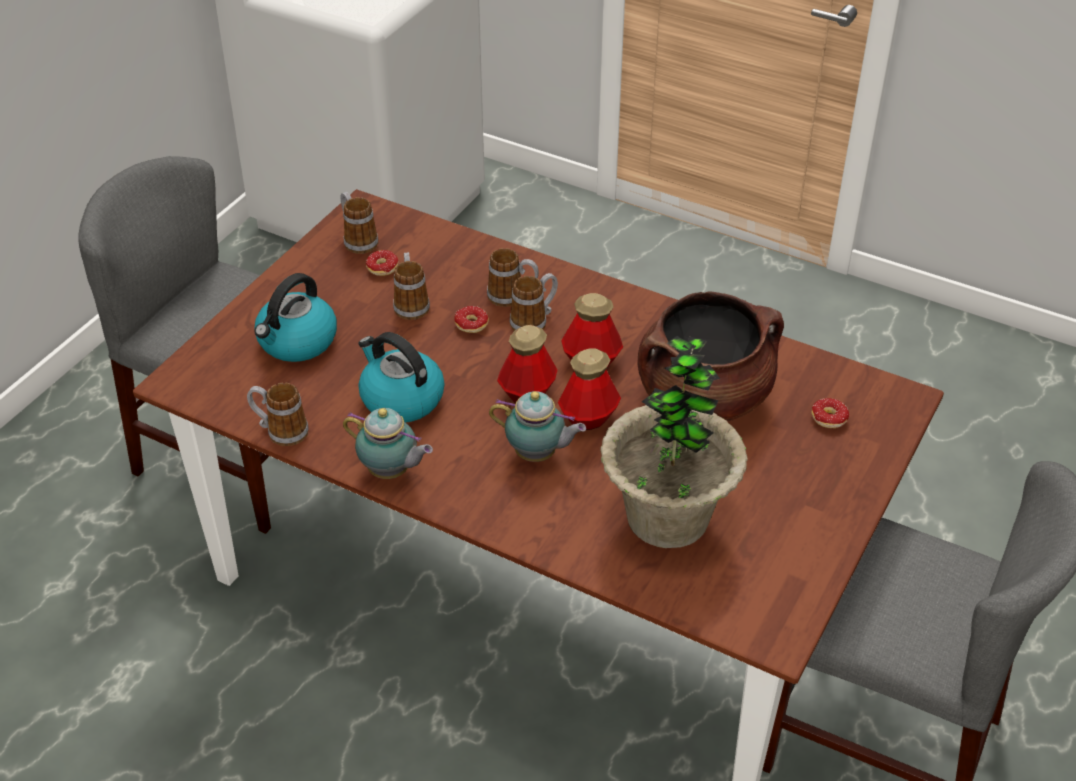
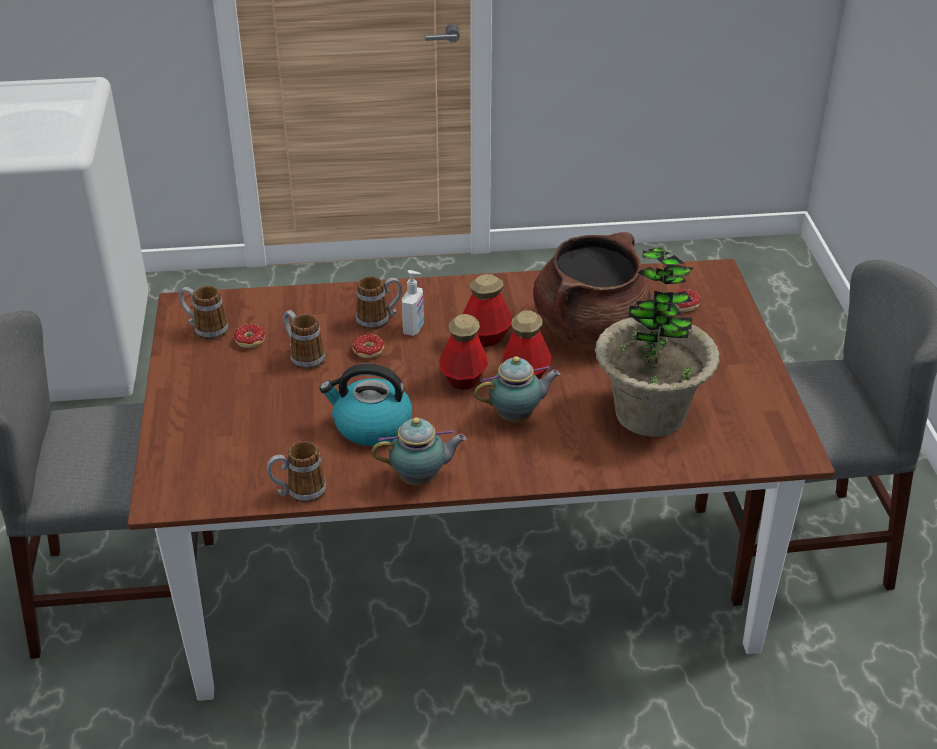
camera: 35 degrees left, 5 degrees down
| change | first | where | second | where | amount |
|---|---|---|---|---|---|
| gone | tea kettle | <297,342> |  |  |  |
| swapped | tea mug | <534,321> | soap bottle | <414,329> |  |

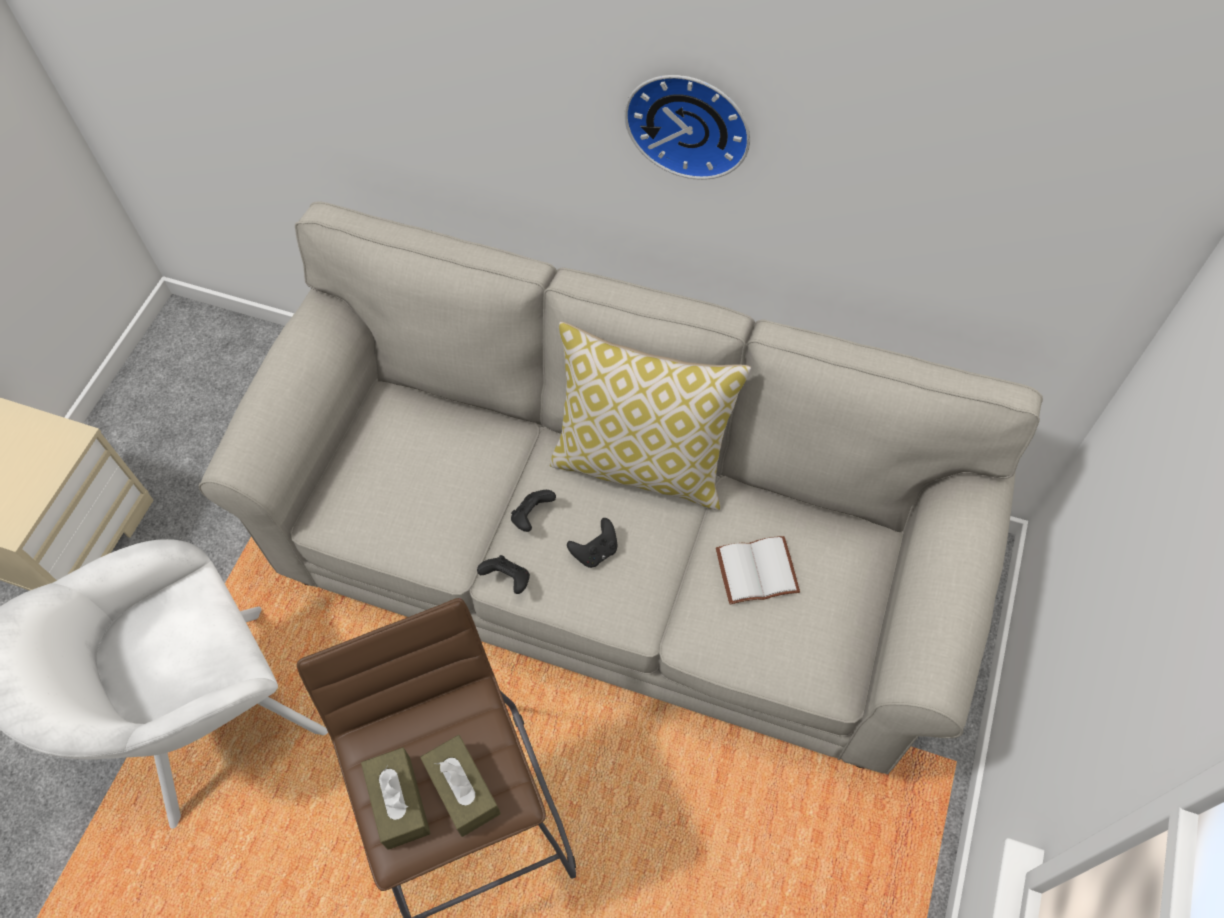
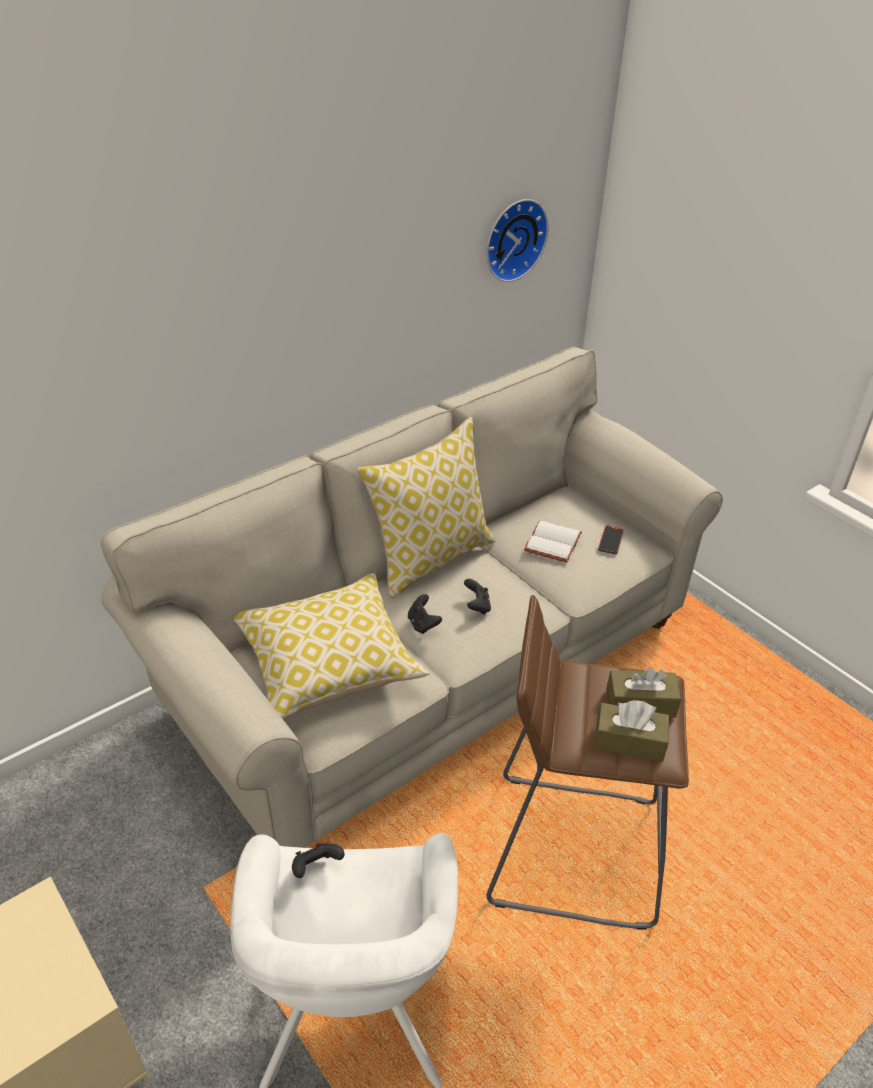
camera: 60 degrees left, 20 degrees down
| change | first | where | second | where | amount |
|---|---|---|---|---|---|
| shifted | clock on the wall | <690,121> |  | <513,239> |  |
| shifted | game controller/blackish | <508,580> |  | <316,867> |  |
| new |  |  | telephone | <610,541> |  |
| new |  |  | throw pillow | <328,662> |  |

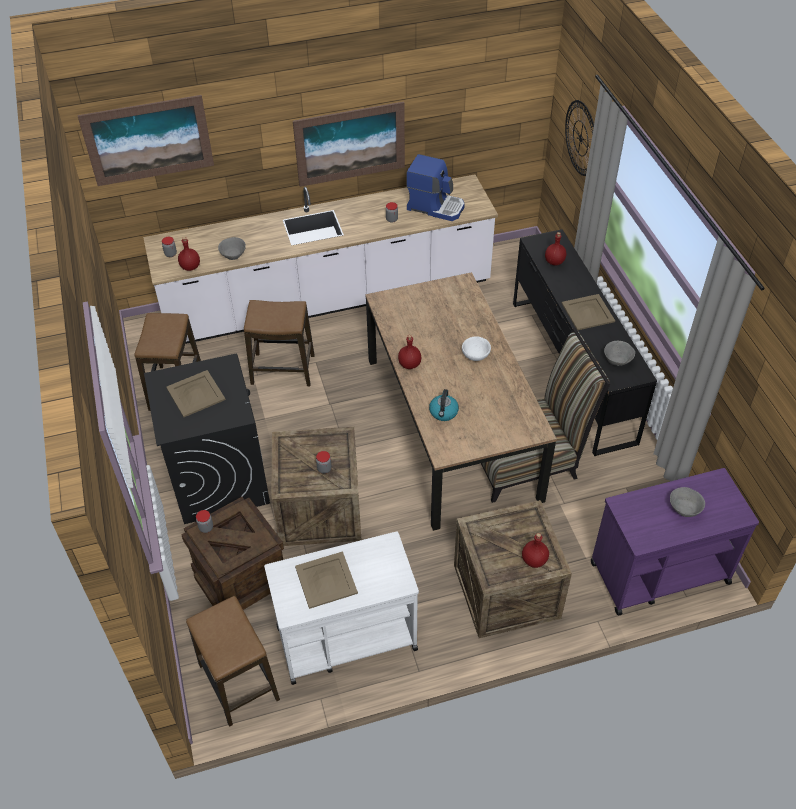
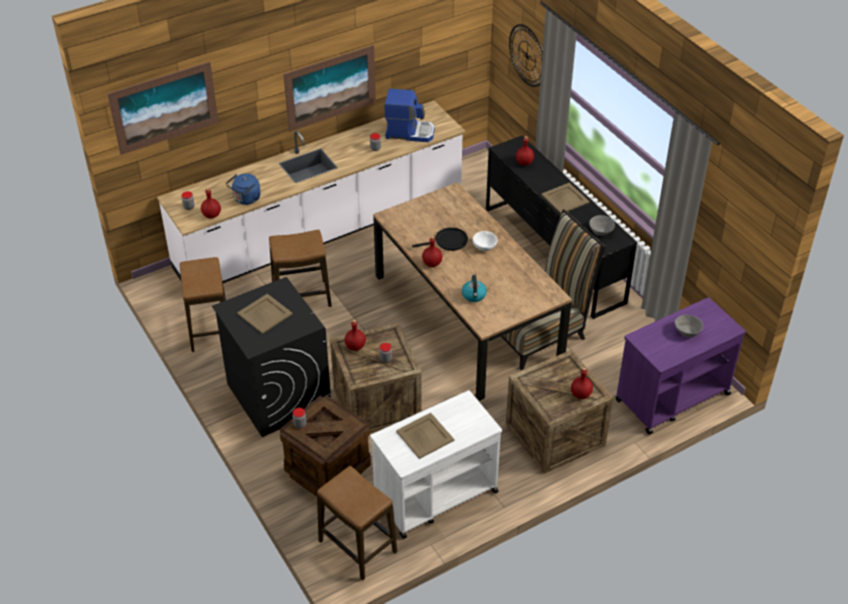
camera: 15 degrees left, 5 degrees down
| change | first | where | second | where | amount |
|---|---|---|---|---|---|
| swapped | deep dish/grey | <233,255> | tea kettle/blue | <246,199> |  |
| new |  |  | frying pan/blackish | <448,241> |  |
| new |  |  | beverage bottle/red | <355,346> |  |

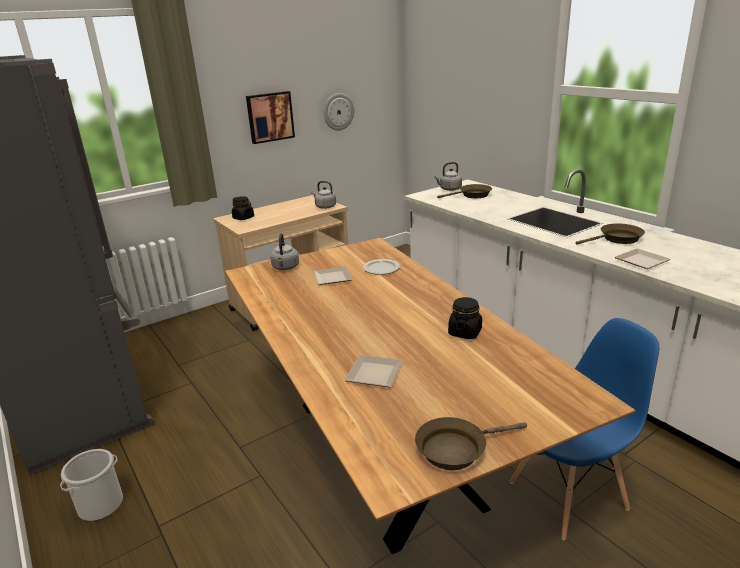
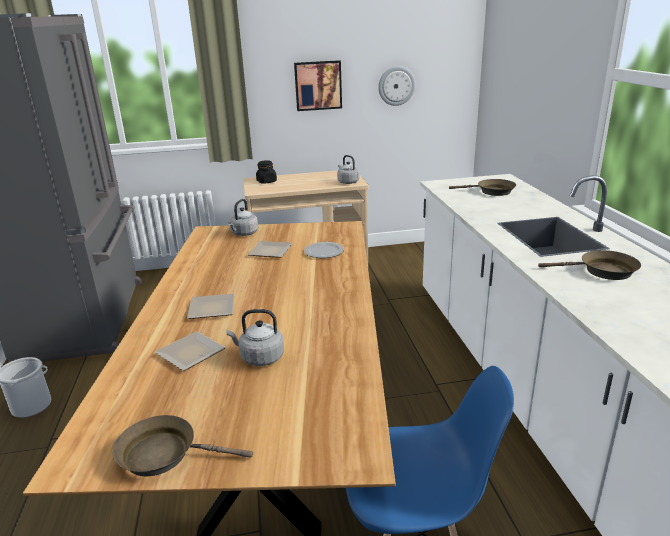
camera: 25 degrees right, 0 degrees up
| change | first | where | second | where | amount |
|---|---|---|---|---|---|
| shifted | tea kettle/grey | <449,189> |  | <259,358> |  |
| shifted | dinner plate | <643,261> |  | <213,309> |  |
| gone | preserve jar/blackish | <465,332> |  |  |  |

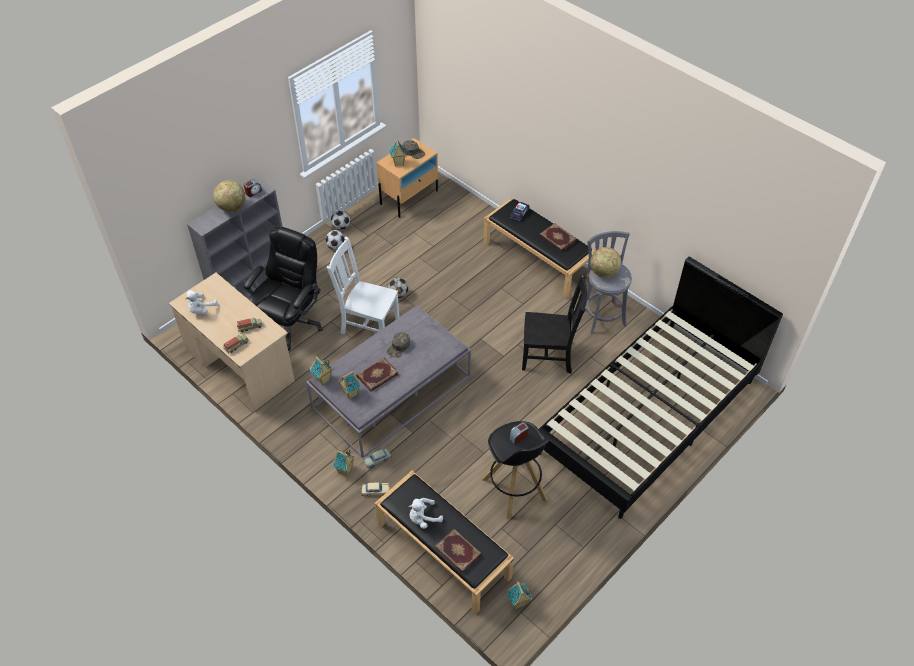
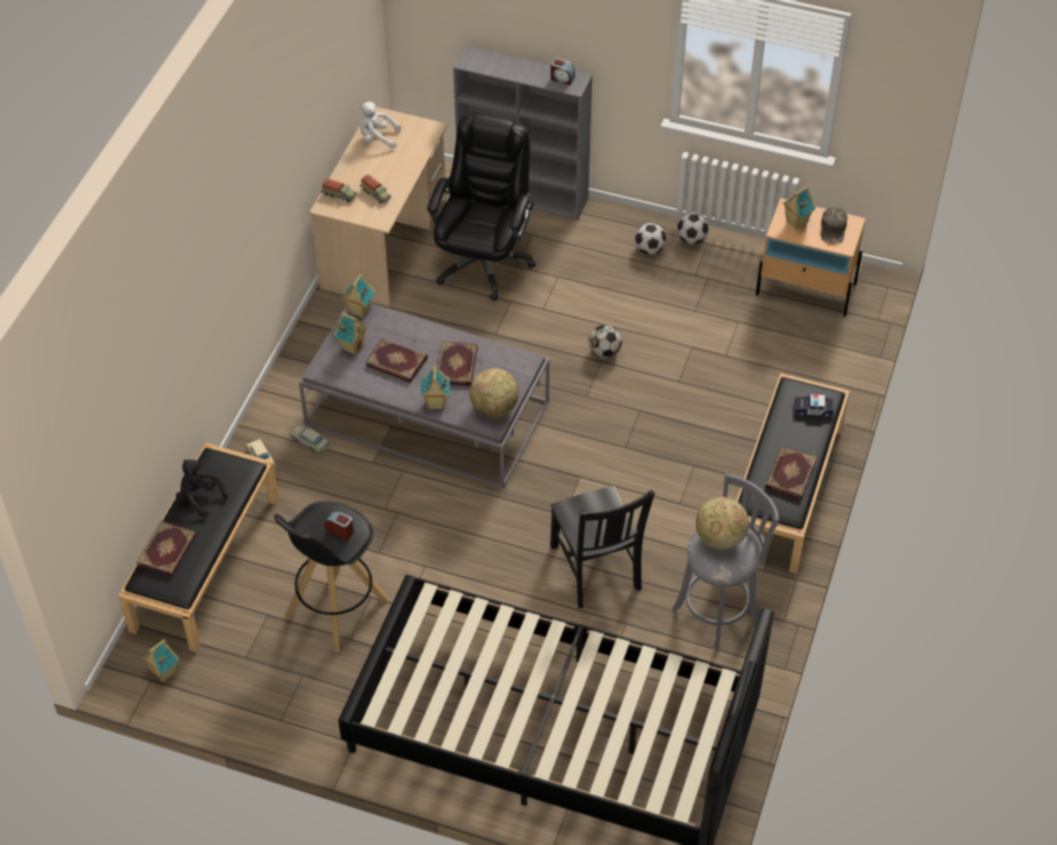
camera: 65 degrees right, 0 degrees up
| change | first | where | second | where | amount |
|---|---|---|---|---|---|
| shifted | desk globe | <232,207> |  | <494,408> |  |
| rotated | computer chair/blackish | <290,322> |  | <484,261> | 75 degrees counterclockwise |
| gone | chair/white | <368,324> |  |  |  |
| swapped | cap/green | <399,347> | volume | <457,365> |  |
| shifted | model house | <345,470> |  | <435,404> |  |
| repainted | plush toy/white | <423,518> | plush toy/blackish | <200,497> |  |

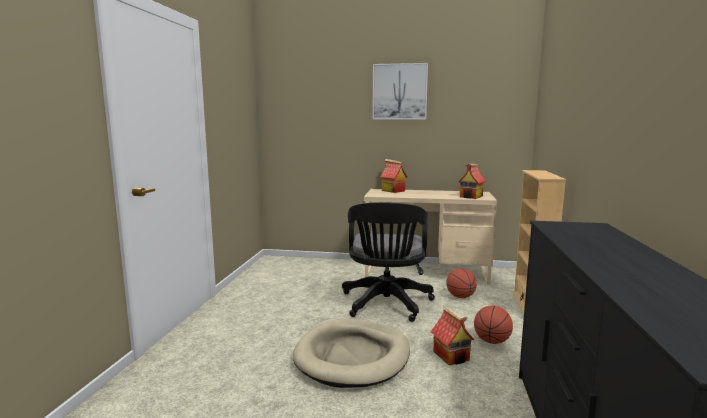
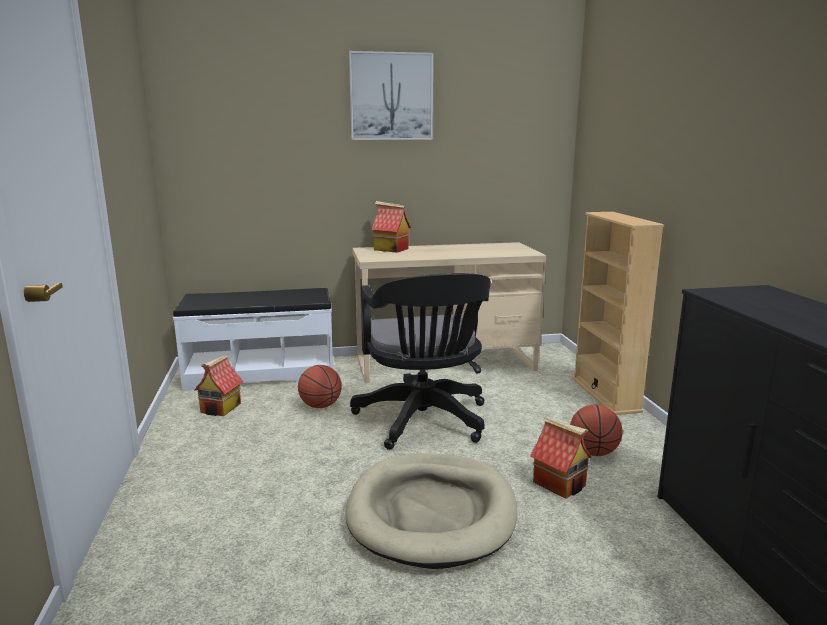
camera: 20 degrees left, 5 degrees up
| change | first | where | second | where | amount |
|---|---|---|---|---|---|
| shifted | model house | <471,196> |  | <221,408> |  |
| shifted | basketball | <460,297> |  | <320,406> |  |
| new |  |  | long seat/white | <261,373> |  |

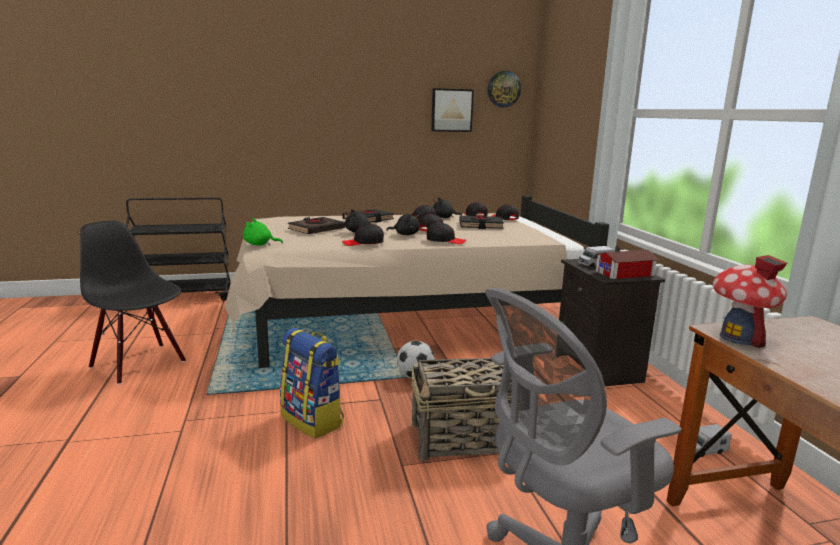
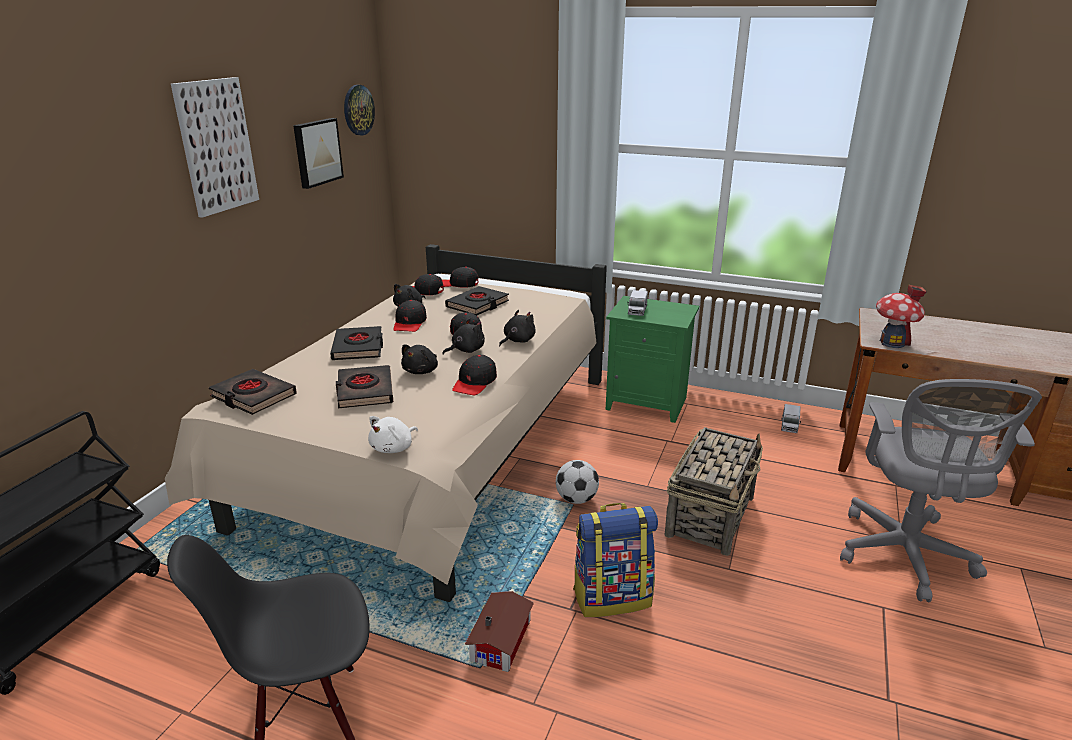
camera: 55 degrees left, 10 degrees up
| change | first | where | second | where | amount |
|---|---|---|---|---|---|
| repainted | plush toy/green | <260,244> | plush toy/white | <393,448> |  |
| swapped | cap/blackish | <445,241> | plush toy/blackish | <517,340> |  |
| shifted | model house | <626,273> |  | <503,639> |  |
| repainted | bedside table/blackish | <600,368> | bedside table/green | <648,403> |  |
| new |  |  | wall art | <216,146> |  |
| new |  |  | volume/blackish | <253,396> |  |

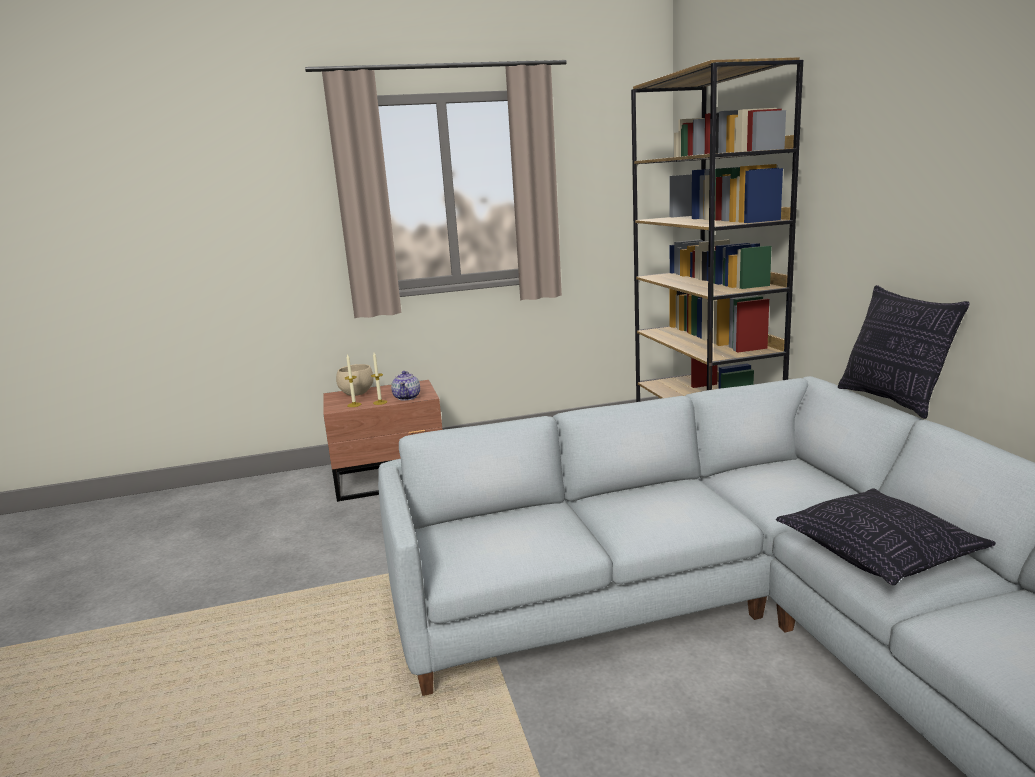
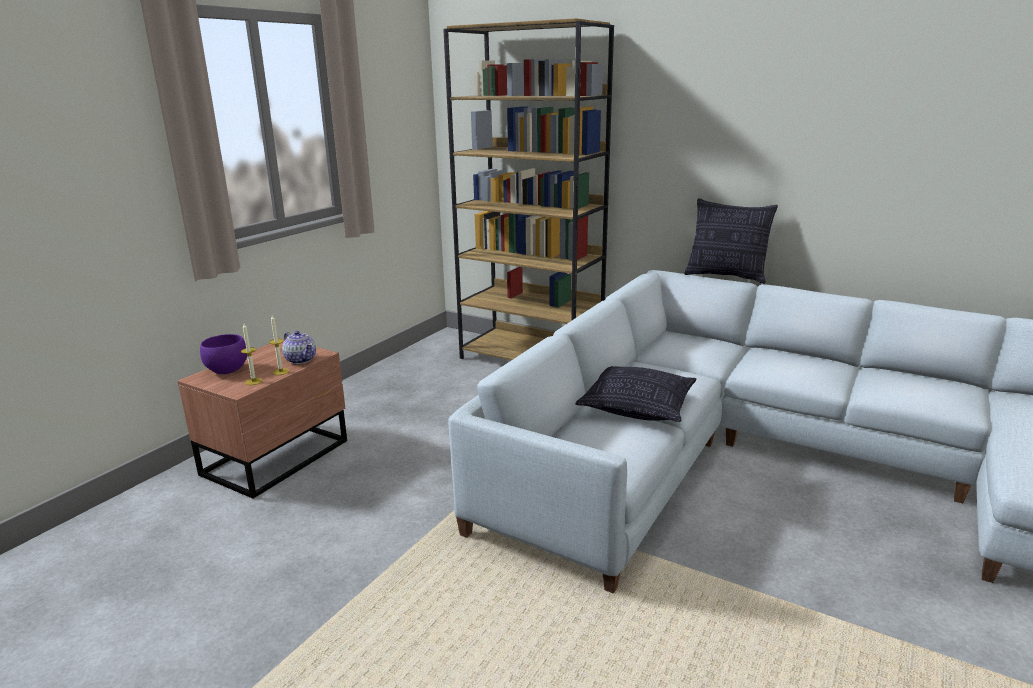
camera: 45 degrees left, 5 degrees up
| change | first | where | second | where | amount |
|---|---|---|---|---|---|
| repainted | deep dish/beige | <356,394> | deep dish/purplish | <226,371> |  |
| shifted | throw pillow | <879,554> |  | <637,407> |  |

